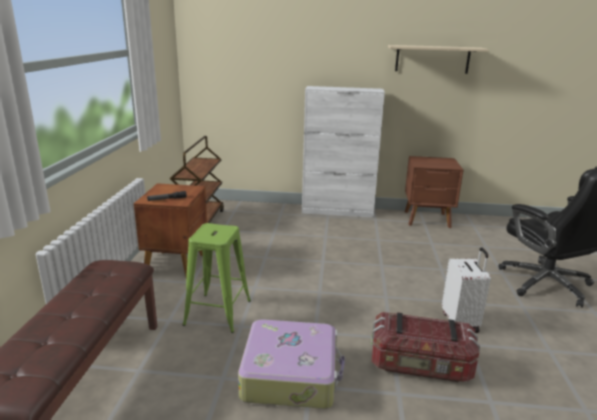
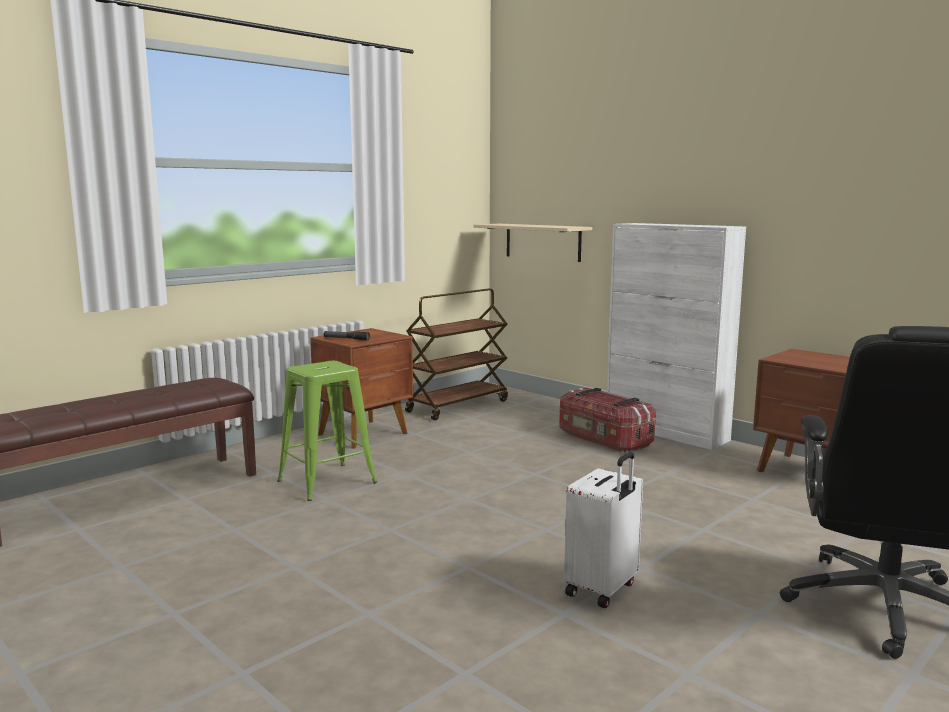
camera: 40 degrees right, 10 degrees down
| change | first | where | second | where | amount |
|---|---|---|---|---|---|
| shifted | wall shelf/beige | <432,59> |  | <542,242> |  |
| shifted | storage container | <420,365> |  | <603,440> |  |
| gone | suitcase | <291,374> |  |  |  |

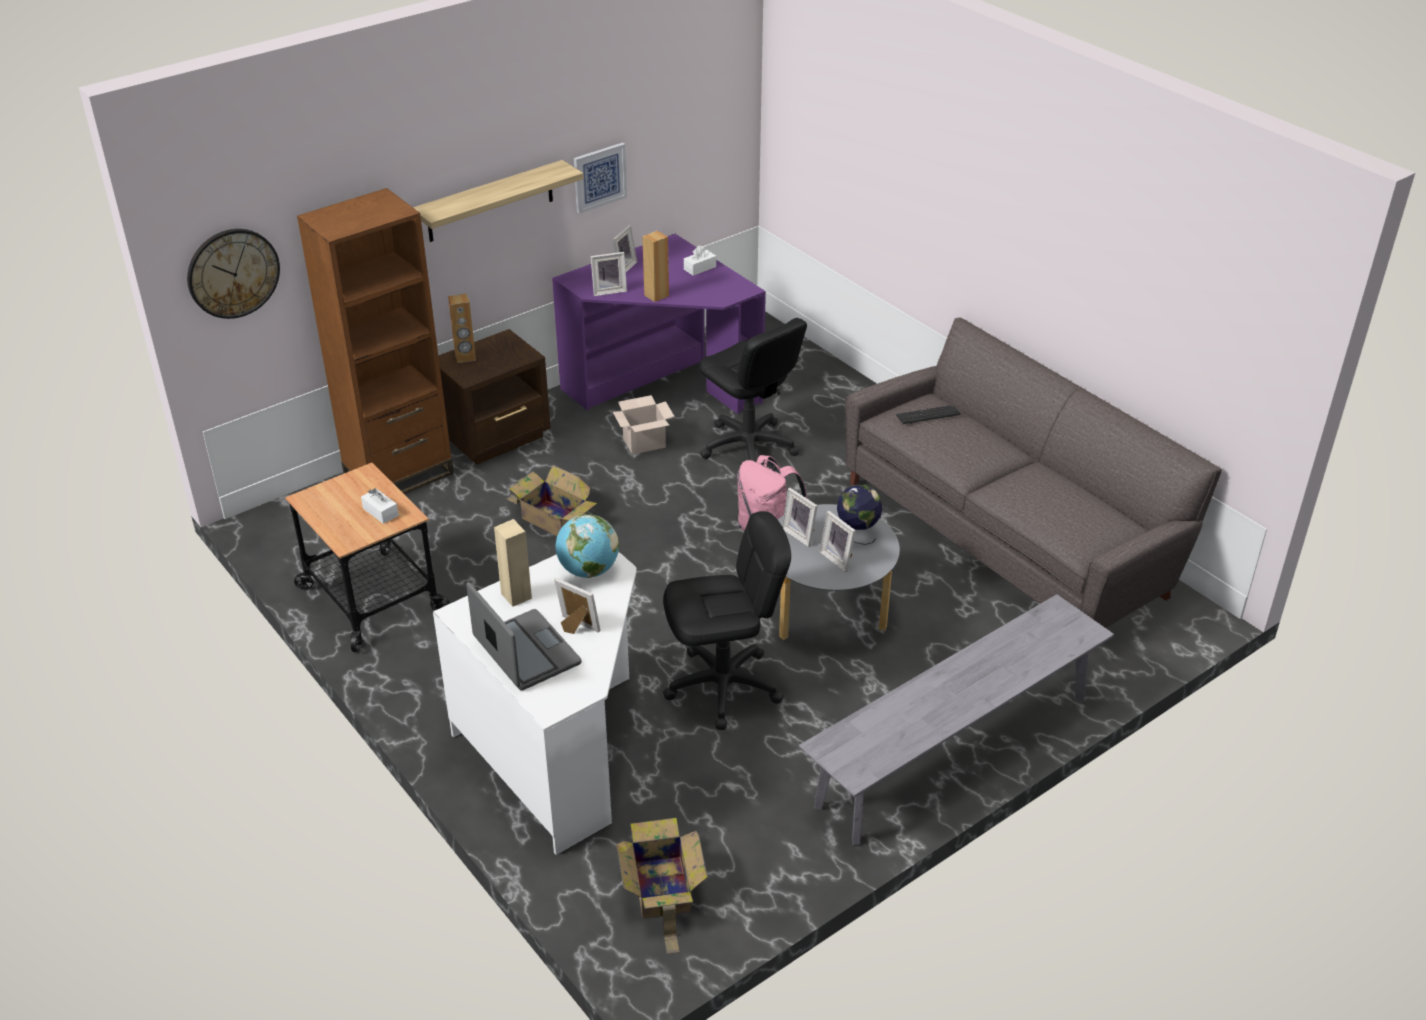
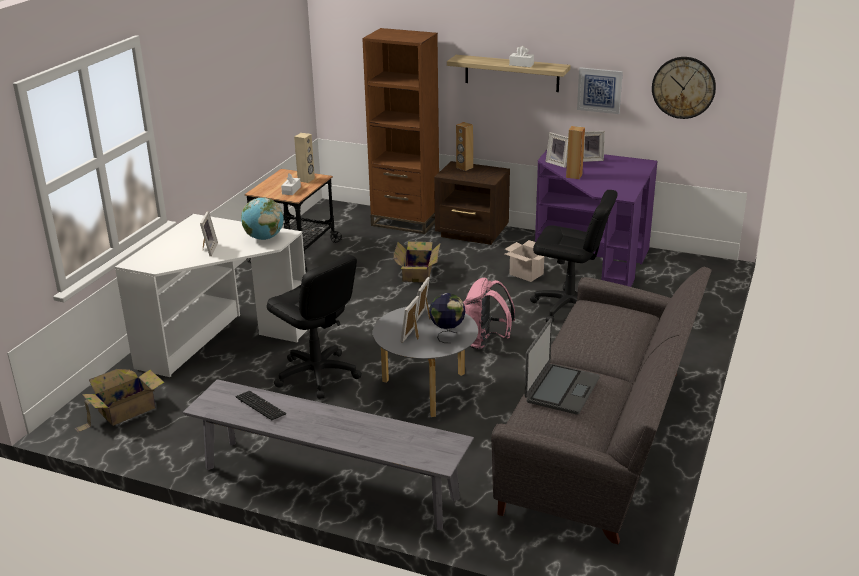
camera: 60 degrees right, 10 degrees down
| change | first | where | second | where | amount |
|---|---|---|---|---|---|
| shifted | clock on the wall | <233,273> |  | <683,87> |  |
| shifted | tissue box/white | <700,268> |  | <521,64> |  |
| rotated | computer chair/blackish | <748,447> |  | <569,307> | 90 degrees counterclockwise |
| shifted | computer keyboard | <928,415> |  | <260,406> |  |
| shifted | loudspeaker/beige | <516,596> |  | <306,179> |  |
| shifted | laptop | <526,652> |  | <561,390> |  |

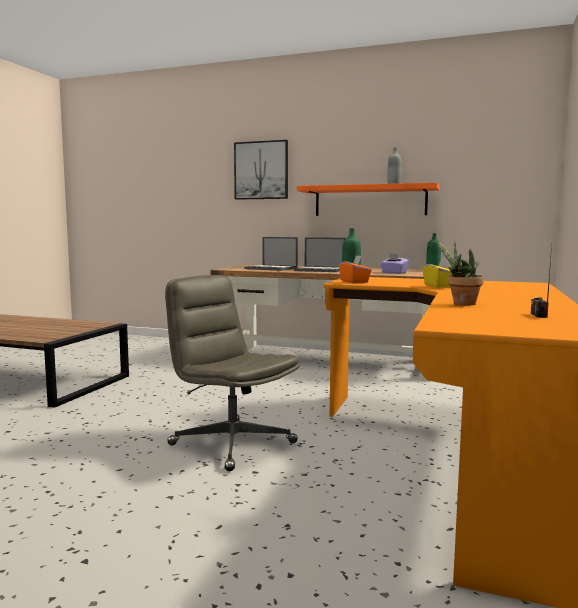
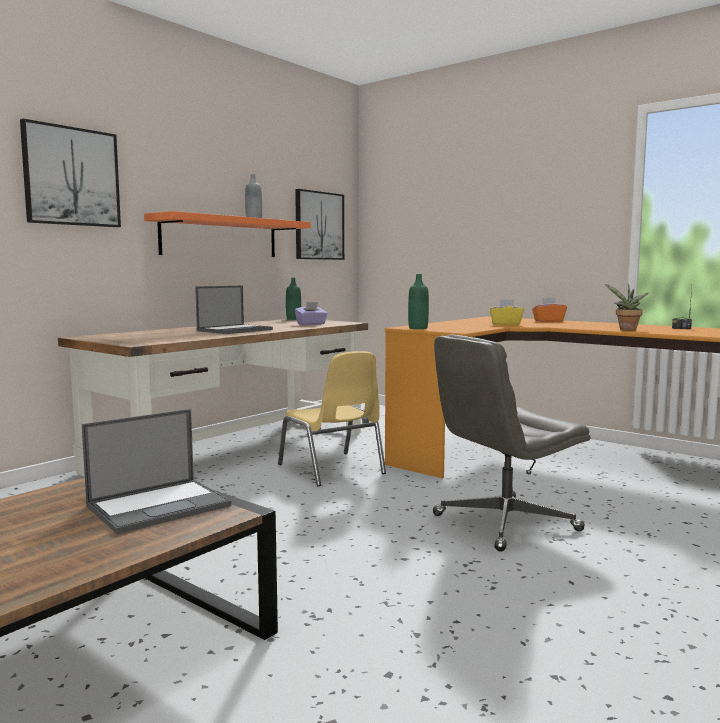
camera: 70 degrees left, 0 degrees up
| change | first | where | second | where | amount |
|---|---|---|---|---|---|
| shifted | laptop | <272,268> |  | <160,505> |  |
| shifted | tissue box/orangey | <354,282> |  | <548,321> |  |
| new |  |  | wall art | <319,226> |  |
| new |  |  | chair/yellow | <332,469> |  |

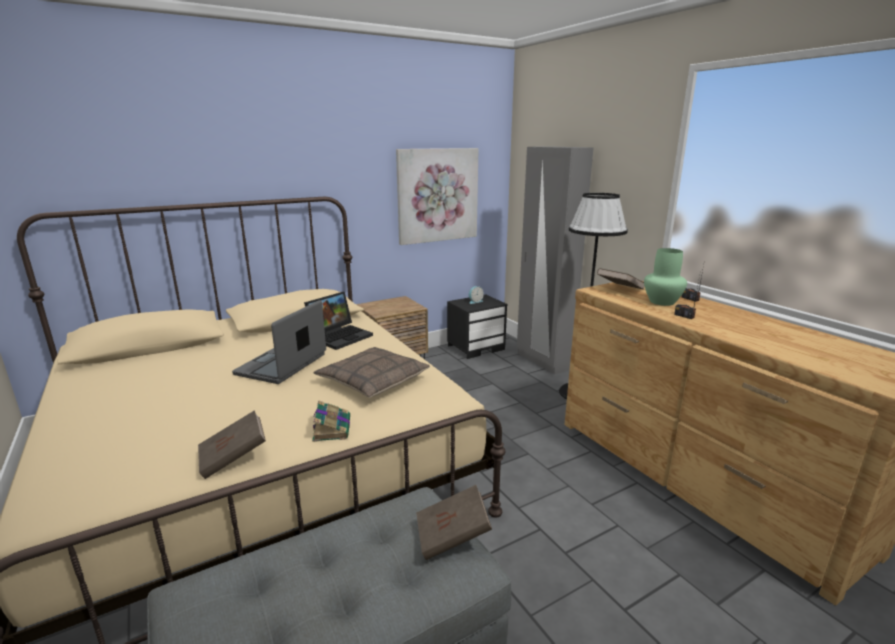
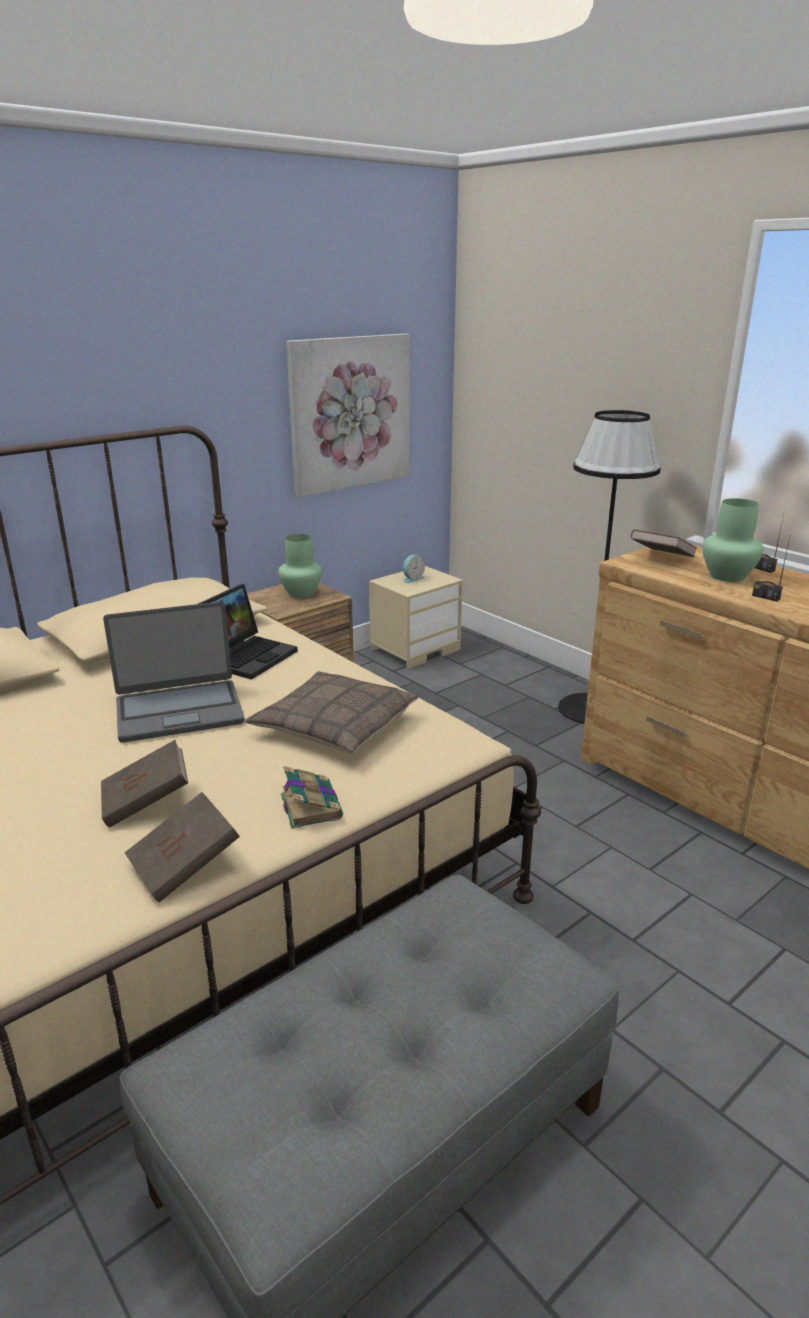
camera: 10 degrees left, 5 degrees up
| change | first | where | second | where | amount |
|---|---|---|---|---|---|
| gone | wardrobe/grey | <543,361> |  |  |  |
| repainted | bedside table/blackish | <476,347> | bedside table/beige | <415,649> |  |
| rotated | laptop | <282,365> |  | <179,711> | 120 degrees counterclockwise |
| shifted | volume/brown-coloured | <452,536> |  | <146,802> |  |
| new |  |  | vase/green | <301,593> |  |

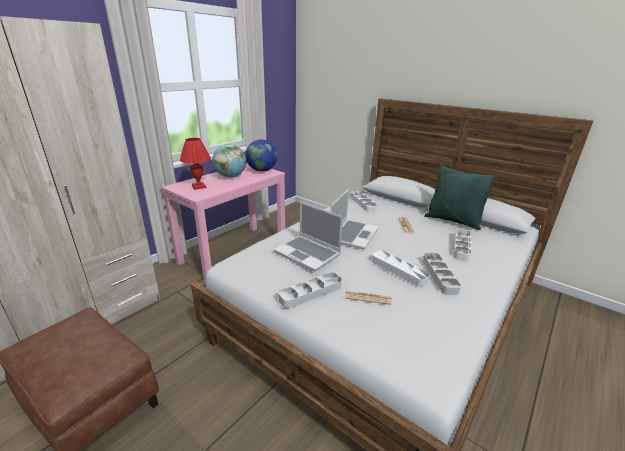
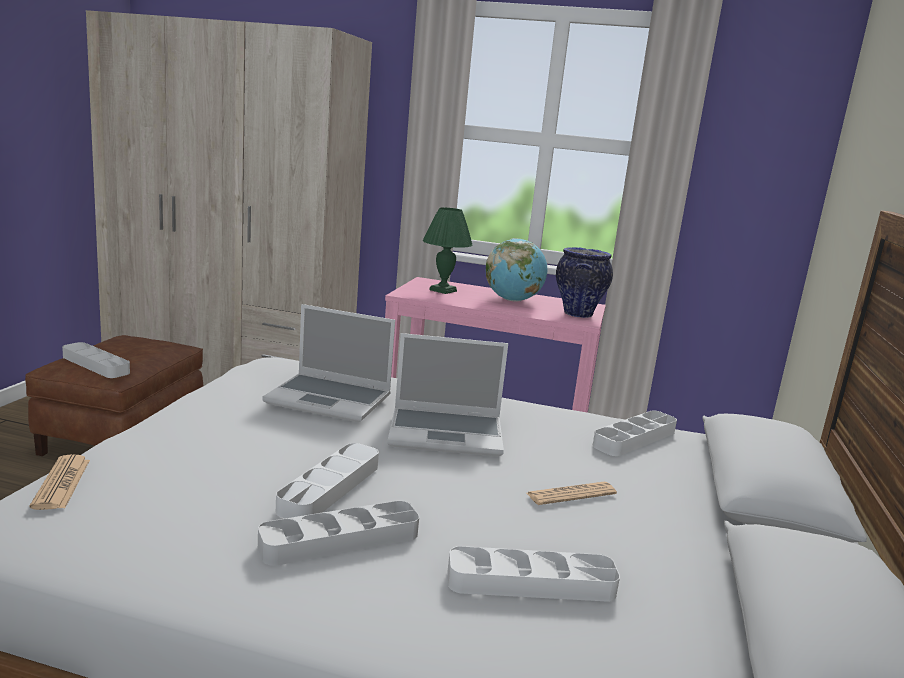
camera: 65 degrees right, 10 degrees down
| change | first | where | second | where | amount |
|---|---|---|---|---|---|
| repainted | tabletop lamp/red | <198,186> | tabletop lamp/green | <443,290> |  |
| swapped | desk globe | <262,170> | vase | <577,314> |  |
| gone | throw pillow/green | <452,221> |  |  |  |
| rotated | laptop | <308,253> |  | <331,399> | 90 degrees counterclockwise |
| shifted | serving tray/grey | <310,292> |  | <95,365> |  |
| shifted | newspaper | <367,298> |  | <61,483> |  |

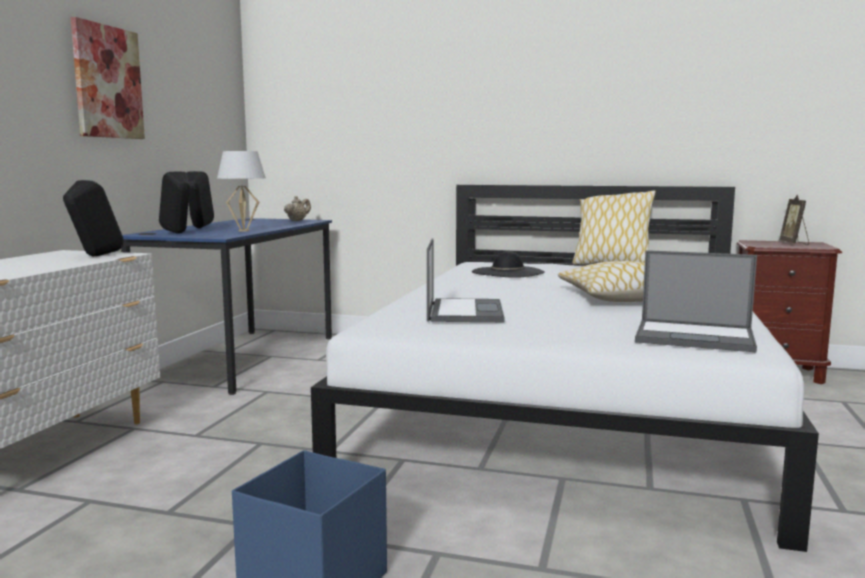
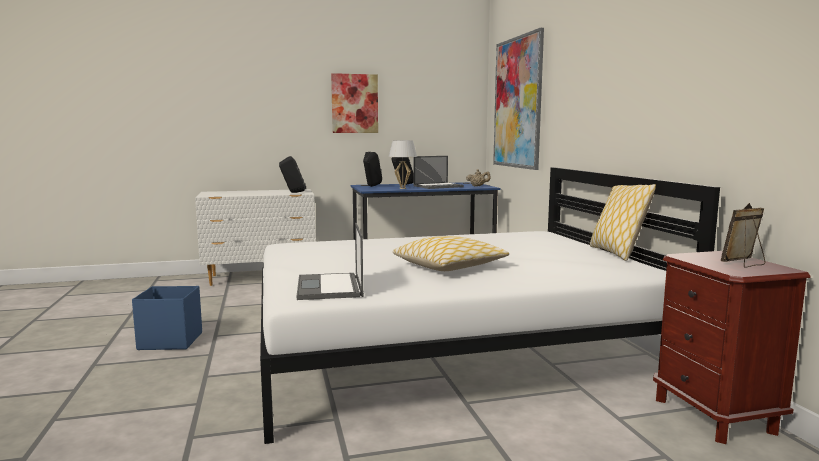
camera: 60 degrees right, 0 degrees up
| change | first | where | second | where | amount |
|---|---|---|---|---|---|
| shifted | laptop | <464,311> |  | <438,186> |  |
| gone | wearable hat/blackish | <508,272> |  |  |  |
| new |  |  | wall art | <517,103> |  |

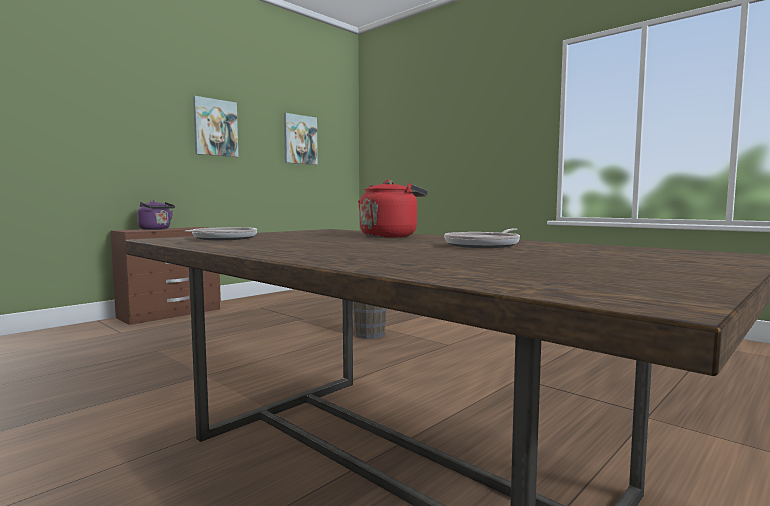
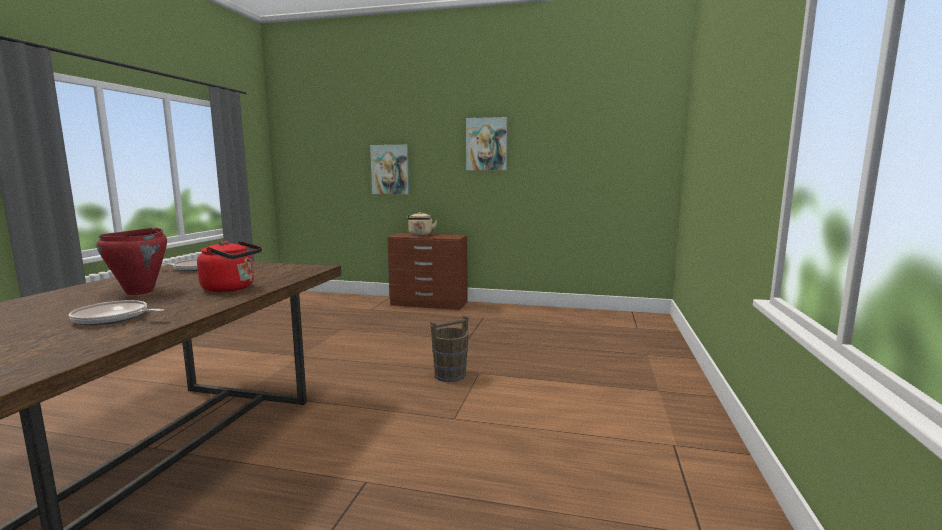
camera: 60 degrees right, 5 degrees up
| change | first | where | second | where | amount |
|---|---|---|---|---|---|
| shifted | wall art | <300,139> |  | <390,169> |  |
| repainted | tea kettle/purplish | <156,229> | tea kettle/beige | <420,235> |  |
| new |  |  | cooking pot/red | <140,292> |  |

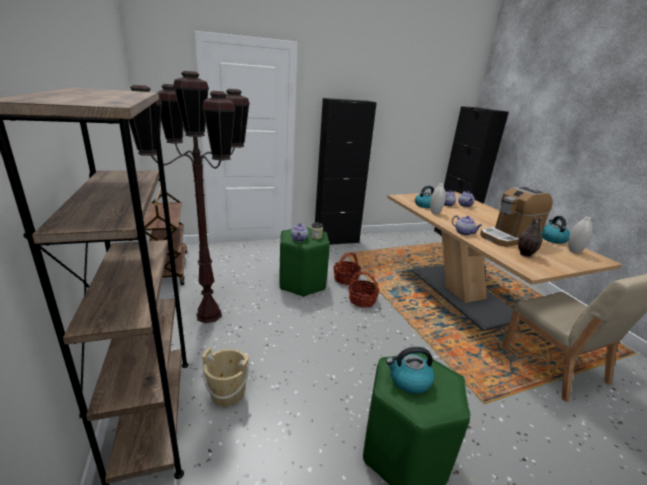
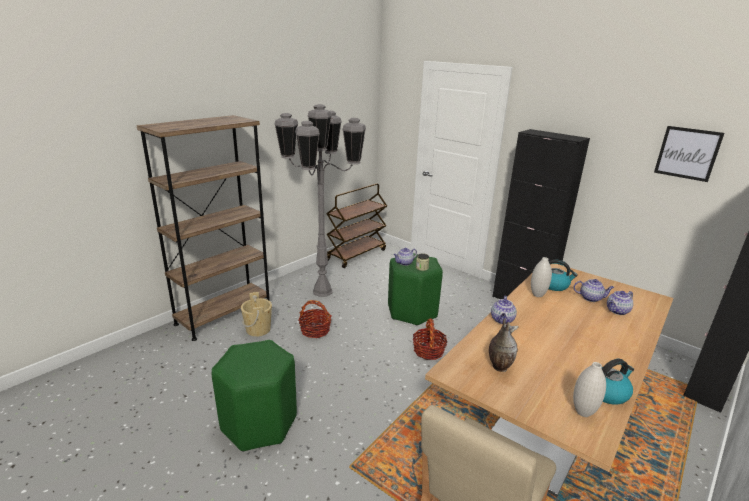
camera: 60 degrees right, 0 degrees up
| change | first | where | second | where | amount |
|---|---|---|---|---|---|
| repainted | floor lamp/brown-coloured | <209,314> | floor lamp/grey | <323,291> |  |
| gone | coffee machine | <509,237> |  |  |  |
| shifted | basket | <346,279> |  | <315,330> |  |
| gone | tea kettle | <409,380> |  |  |  |
| new |  |  | wall art | <687,153> |  |

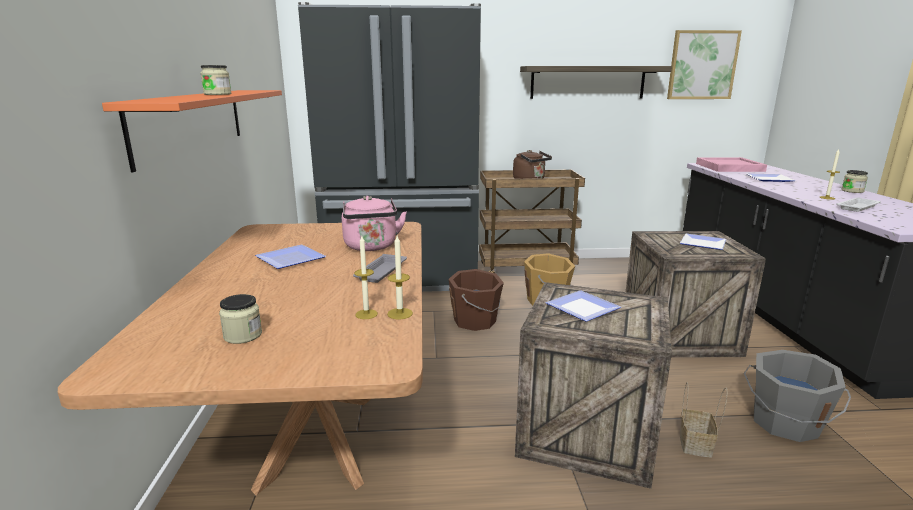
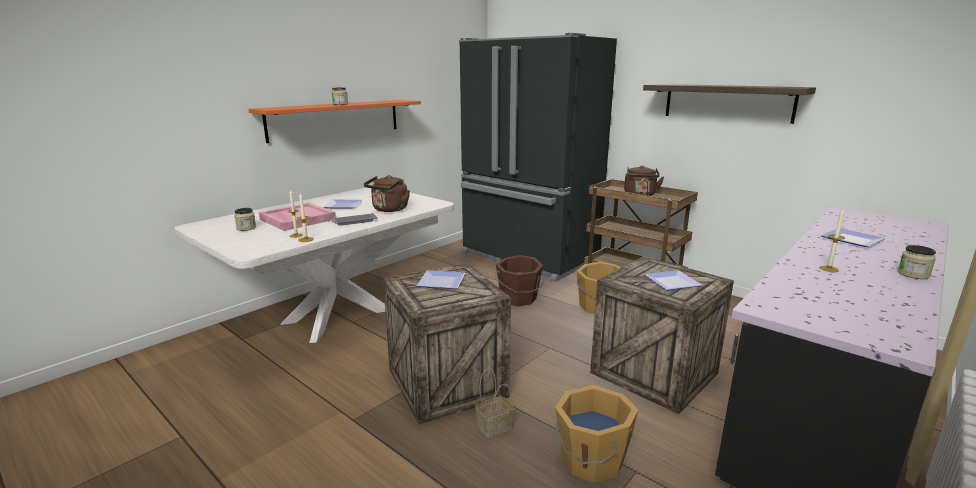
camera: 45 degrees right, 0 degrees up
| change | first | where | second | where | amount |
|---|---|---|---|---|---|
| gone | wall art | <702,65> |  |  |  |
| shifted | serving tray/pink | <729,167> |  | <297,219> |  |
| repainted | tea kettle/pink | <371,247> | tea kettle/brown-coloured | <389,210> |  |
| gone | serving tray/white | <858,207> |  |  |  |
| repainted | dinner table/brown-coloured | <320,436> | dinner table/white | <336,316> |  |
| repainted | water bucket/grey | <785,423> | water bucket/orangey | <590,460> |  |

